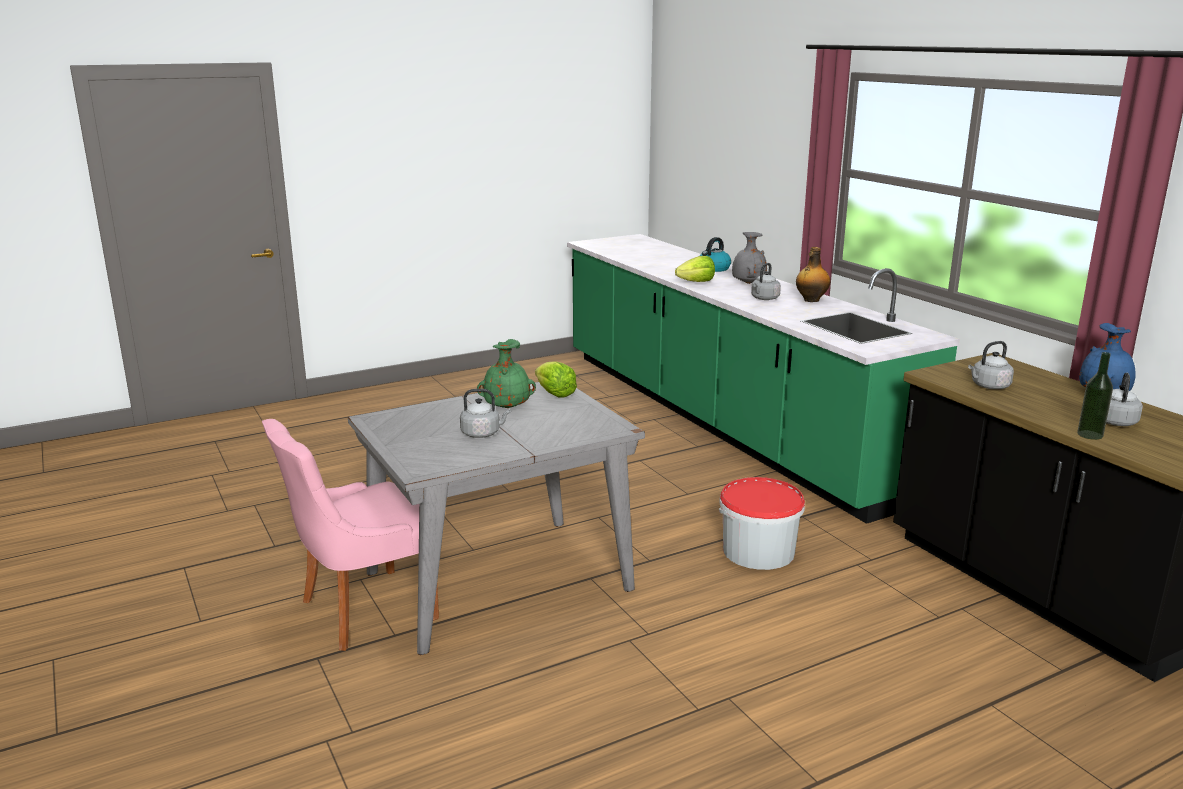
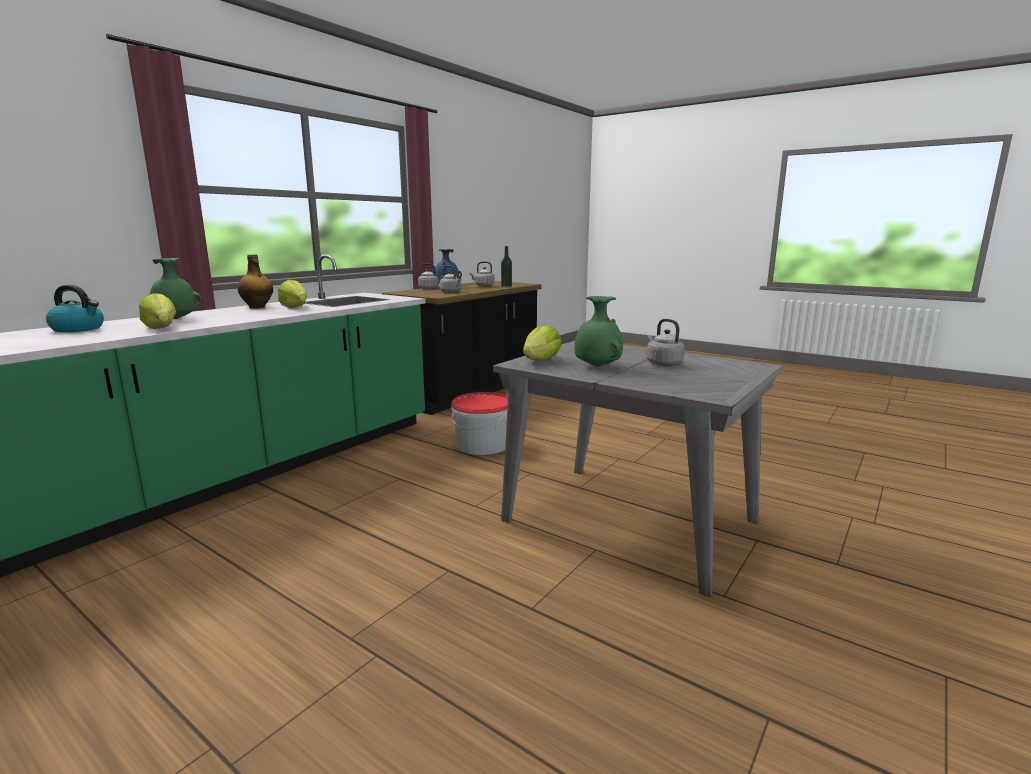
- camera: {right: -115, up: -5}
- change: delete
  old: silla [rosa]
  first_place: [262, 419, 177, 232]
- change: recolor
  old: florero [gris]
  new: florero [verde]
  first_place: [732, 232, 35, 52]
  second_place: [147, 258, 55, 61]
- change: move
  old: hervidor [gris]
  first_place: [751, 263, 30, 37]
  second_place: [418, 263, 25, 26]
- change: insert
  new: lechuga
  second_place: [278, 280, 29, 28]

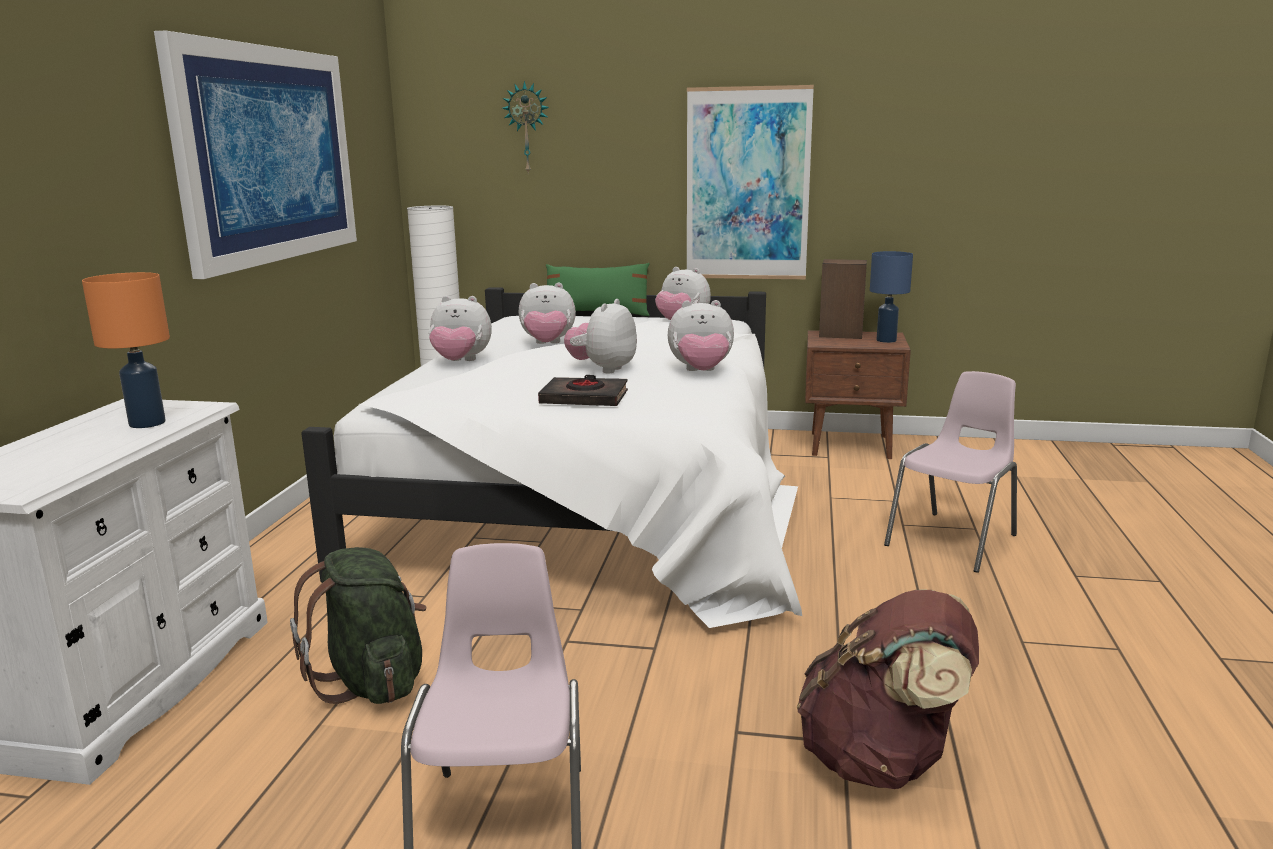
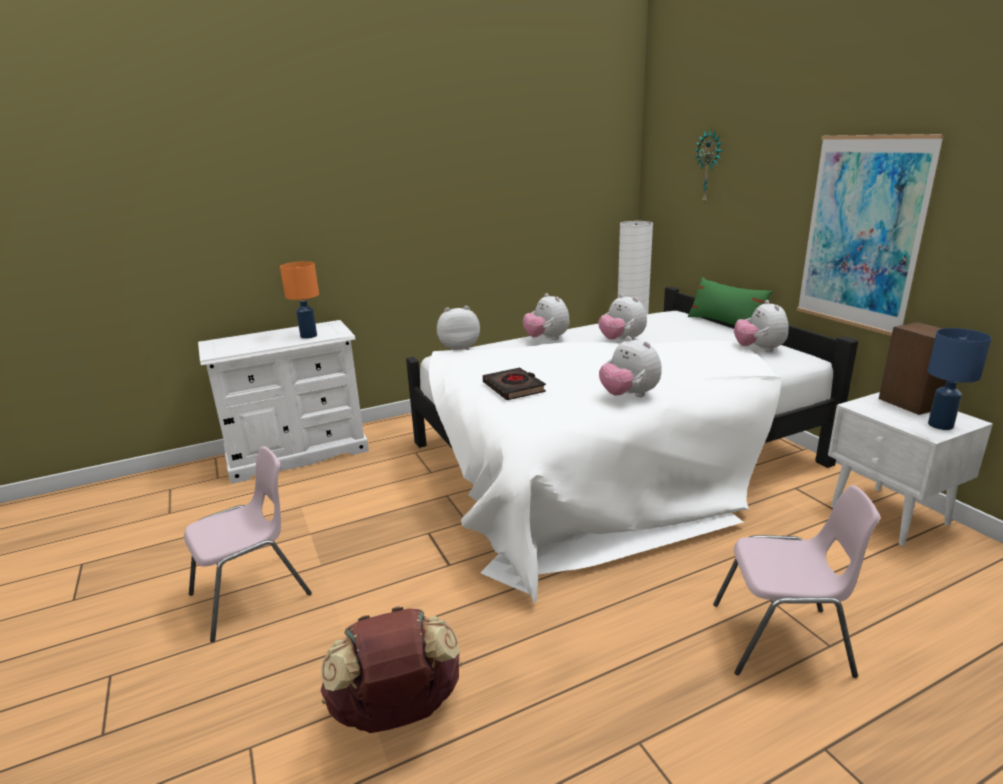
- camera: {right: 55, up: 5}
- change: delete
  old: cuadro
  first_place: [154, 31, 203, 248]
- change: delete
  old: mochila [verde]
  first_place: [290, 547, 136, 157]
- change: move
  old: peluche
  first_place: [564, 299, 73, 75]
  second_place: [437, 306, 43, 44]
- change: recolor
  old: mesita de noche [marrón]
  new: mesita de noche [blanco]
  first_place: [805, 330, 106, 129]
  second_place: [828, 392, 165, 154]

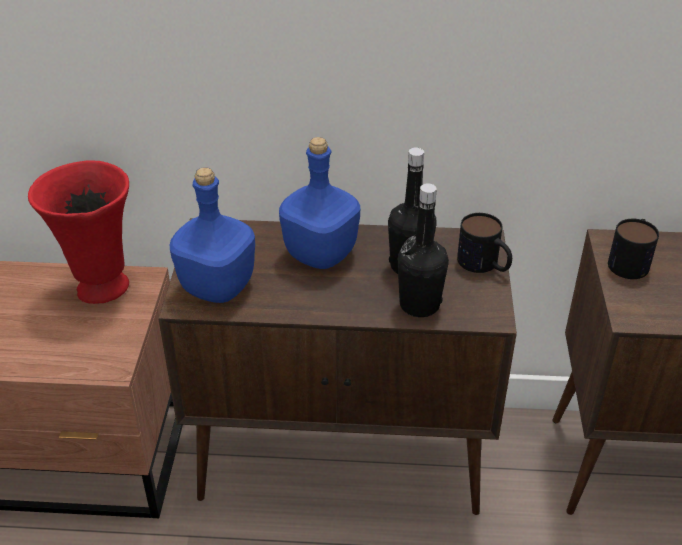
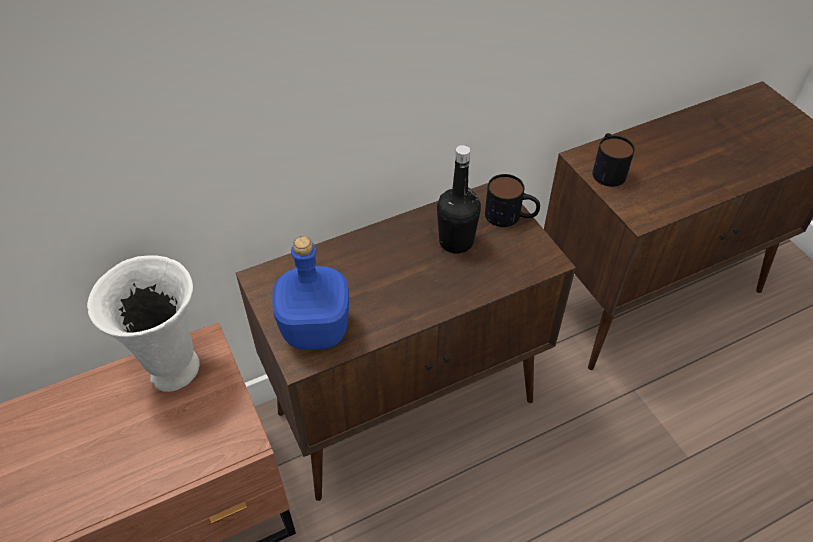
- camera: {right: -30, up: 10}
- change: recolor
  old: florero [rojo]
  new: florero [blanco]
  first_place: [28, 160, 101, 144]
  second_place: [87, 255, 113, 137]
- change: delete
  old: botella [azul]
  first_place: [279, 137, 81, 132]
- change: delete
  old: botella [negro]
  first_place: [397, 184, 52, 133]

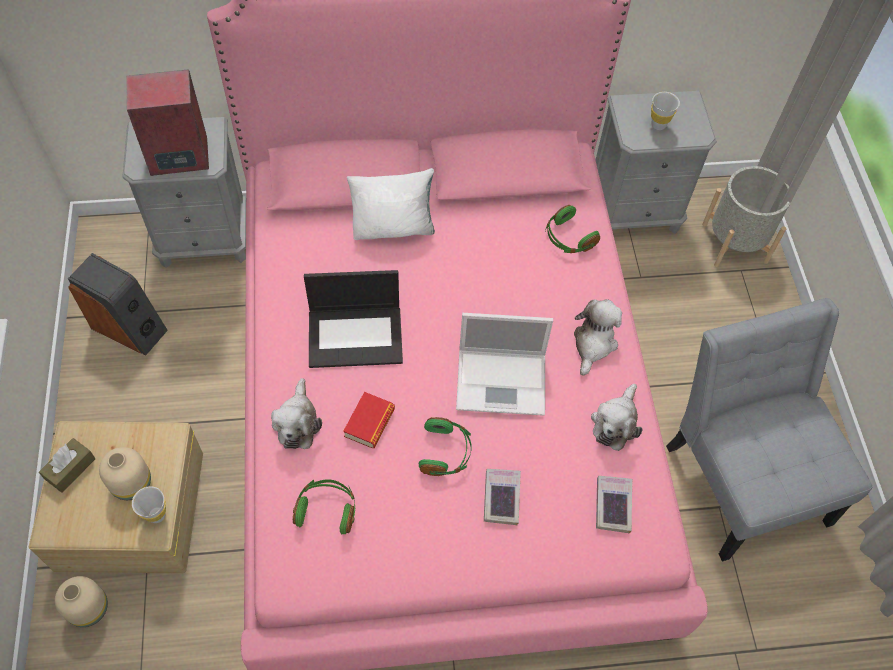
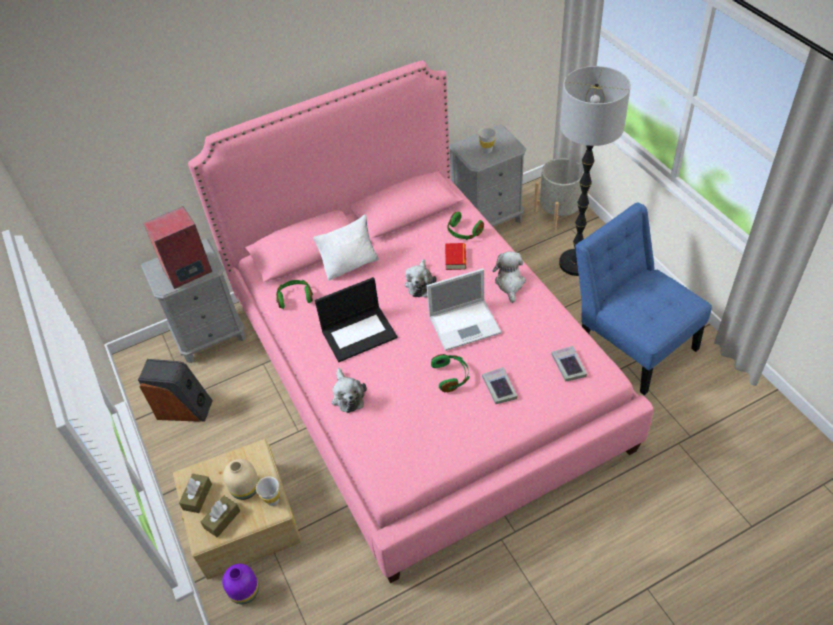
- camera: {right: -15, up: -10}
- change: recolor
  old: florero [beis]
  new: florero [morado]
  first_place: [55, 576, 53, 51]
  second_place: [222, 564, 37, 40]
- change: move
  old: auriculares [verde]
  first_place: [293, 479, 62, 55]
  second_place: [276, 280, 37, 29]
- change: move
  old: libro
  first_place: [343, 392, 52, 56]
  second_place: [445, 243, 21, 27]
- change: move
  old: peluche
  first_place: [591, 384, 52, 67]
  second_place: [405, 259, 31, 38]
- change: recolor
  old: silla [gris]
  new: silla [azul]
  first_place: [666, 298, 207, 264]
  second_place: [575, 202, 137, 193]
- change: insert
  new: caja de pañuelos [marrón]
  second_place: [201, 496, 39, 42]
- change: insert
  new: lámpara de pie
  second_place: [559, 66, 72, 210]

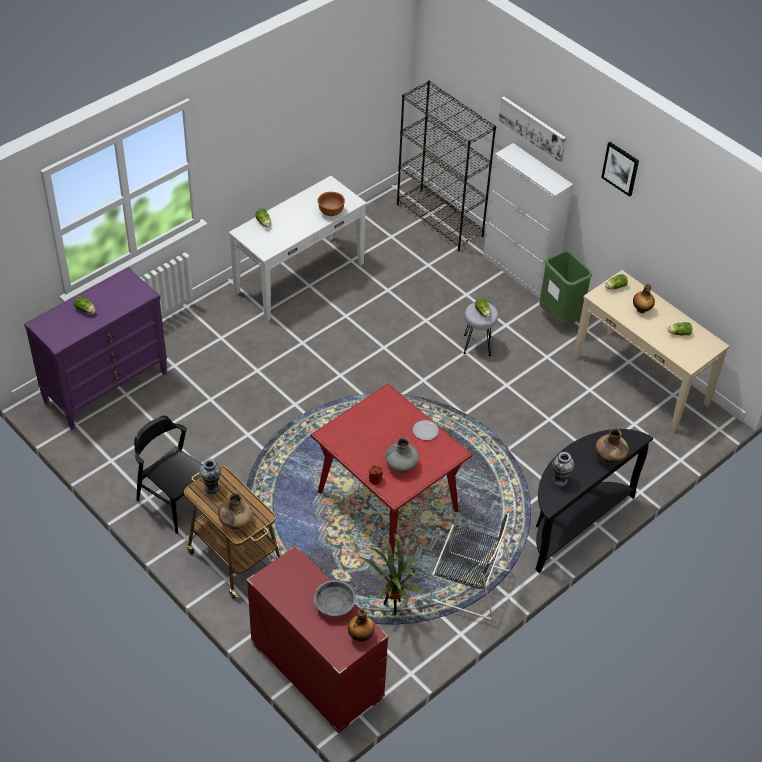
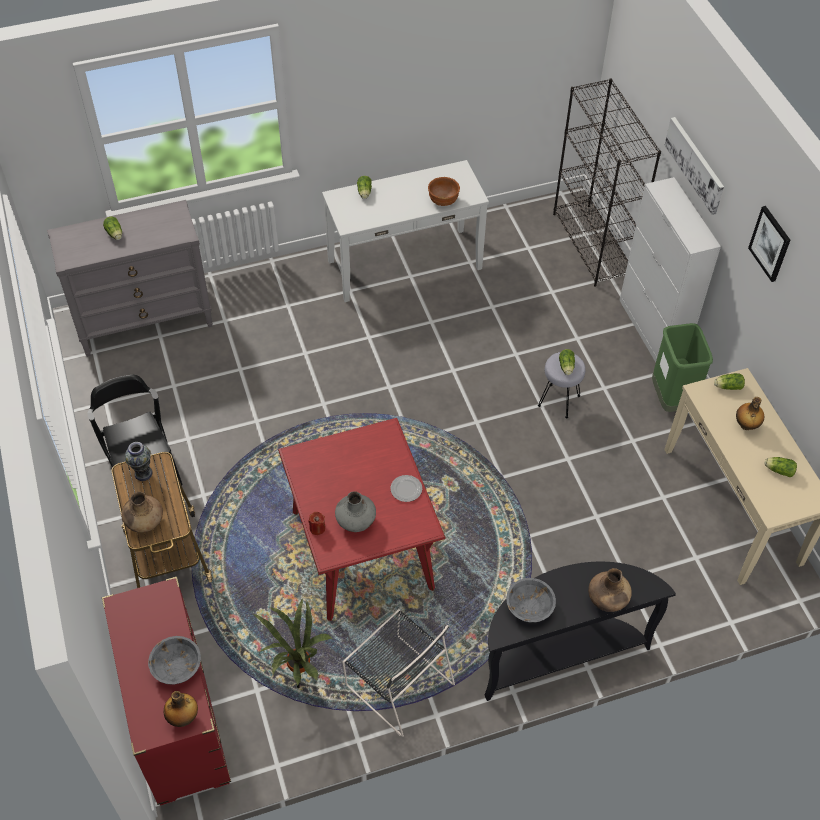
- camera: {right: 25, up: 5}
- change: recolor
  old: cómoda [morado]
  new: cómoda [gris]
  first_place: [24, 267, 143, 163]
  second_place: [47, 200, 166, 157]
- change: replace
  old: florero
  new: cuenco [gris]
  first_place: [552, 452, 22, 35]
  second_place: [506, 578, 50, 44]

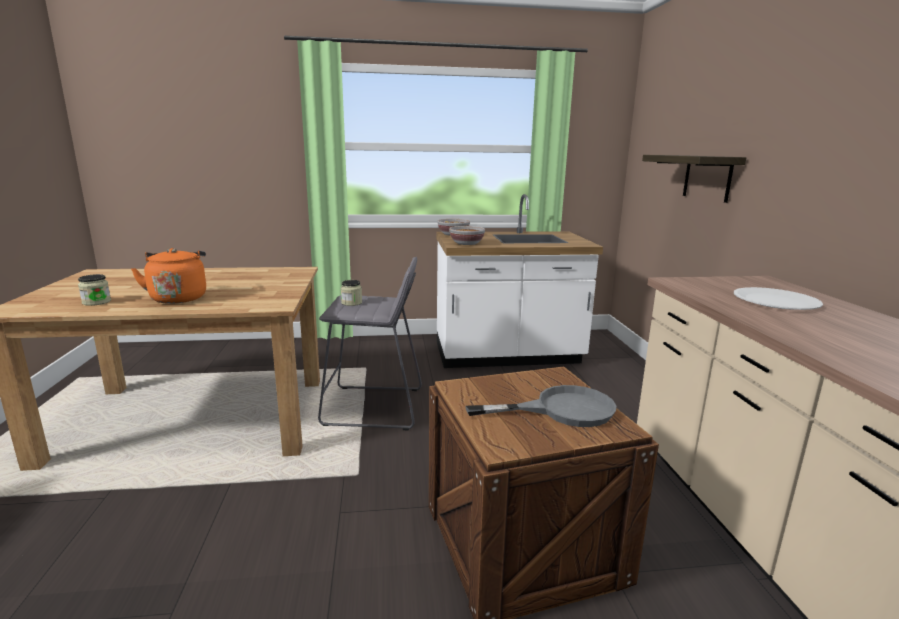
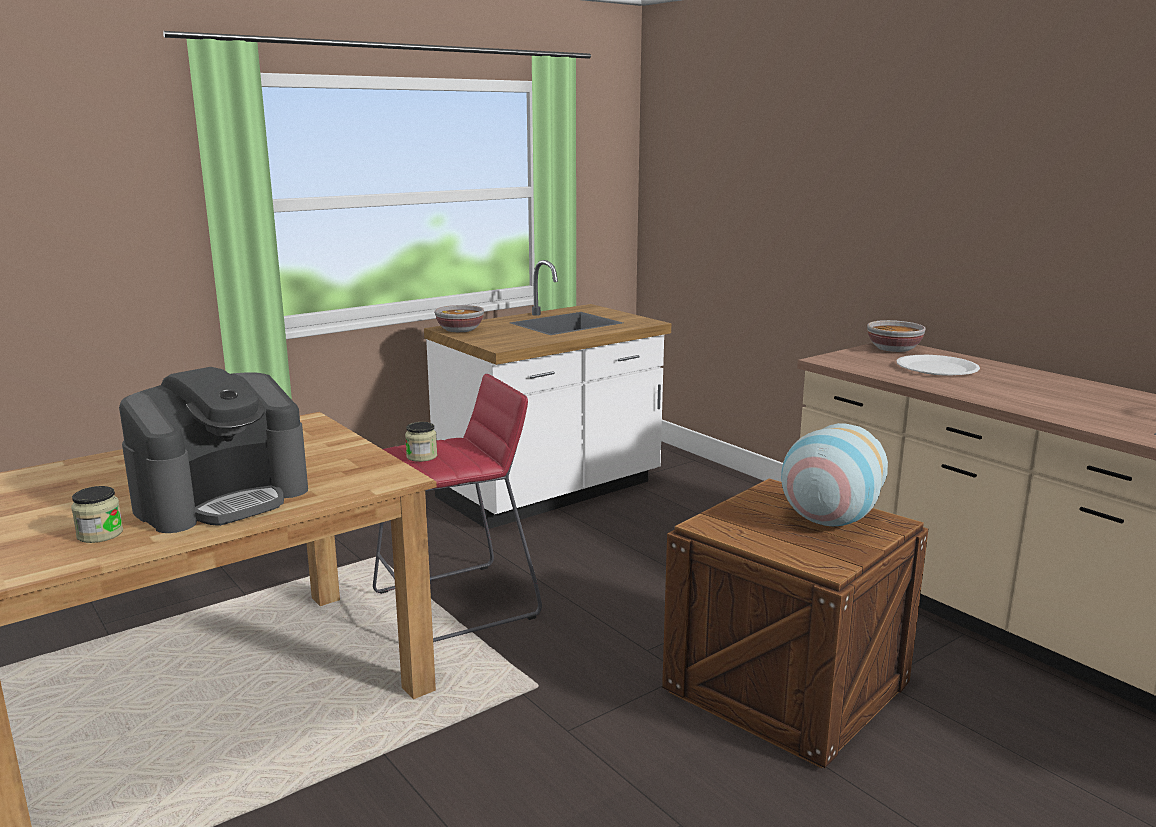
- camera: {right: -30, up: 0}
- change: replace
  old: hervidor [naranja]
  new: cafetera
  first_place: [131, 248, 75, 56]
  second_place: [119, 367, 189, 166]
- change: recolor
  old: taburete [gris]
  new: taburete [rojo]
  first_place: [318, 257, 104, 173]
  second_place: [373, 374, 169, 268]
- change: move
  old: cuenco
  first_place: [449, 226, 36, 19]
  second_place: [867, 320, 59, 32]
- change: replace
  old: sartén [gris]
  new: florero
  first_place: [466, 385, 150, 42]
  second_place: [781, 423, 107, 103]
- change: delete
  old: estante
  first_place: [642, 155, 104, 48]

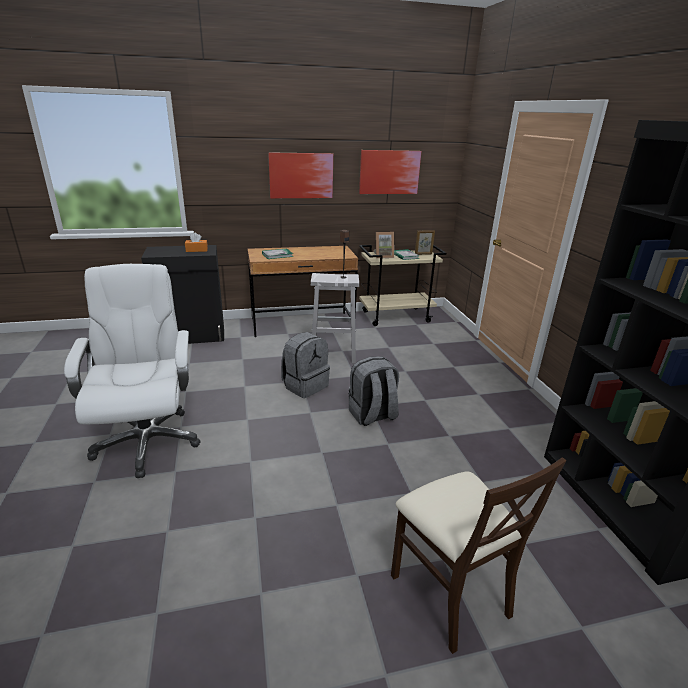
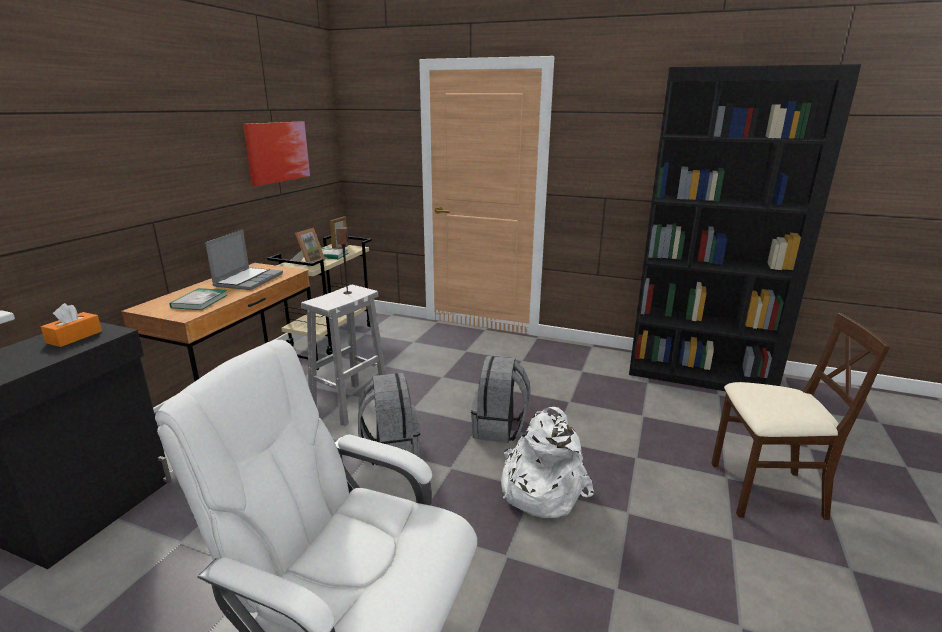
- camera: {right: -55, up: -5}
- change: delete
  old: cuadro
  first_place: [268, 152, 65, 46]
- change: insert
  new: portátil
  second_place: [205, 230, 78, 60]
- change: insert
  new: mochila [blanco]
  second_place: [501, 407, 93, 111]

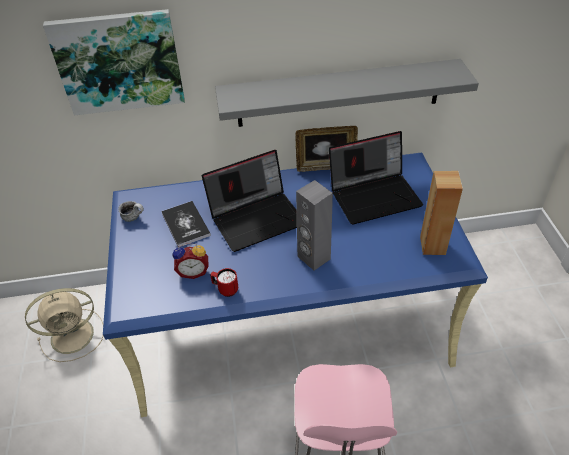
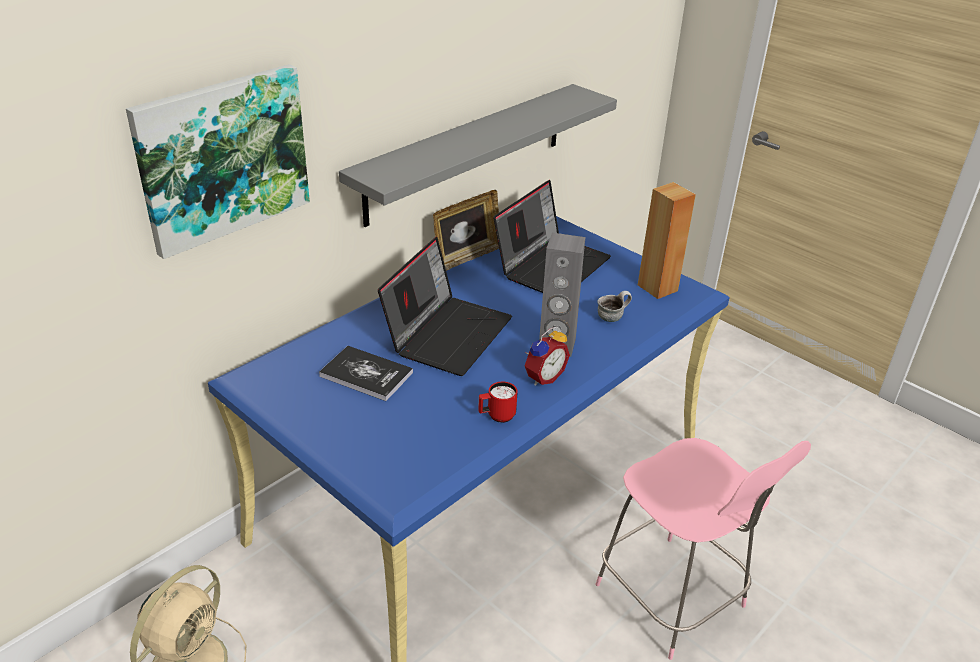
- camera: {right: -40, up: -10}
- change: move
  old: taza grande
  first_place: [118, 201, 26, 21]
  second_place: [597, 291, 35, 31]
- change: move
  old: despertador
  first_place: [173, 243, 36, 36]
  second_place: [525, 327, 45, 59]

